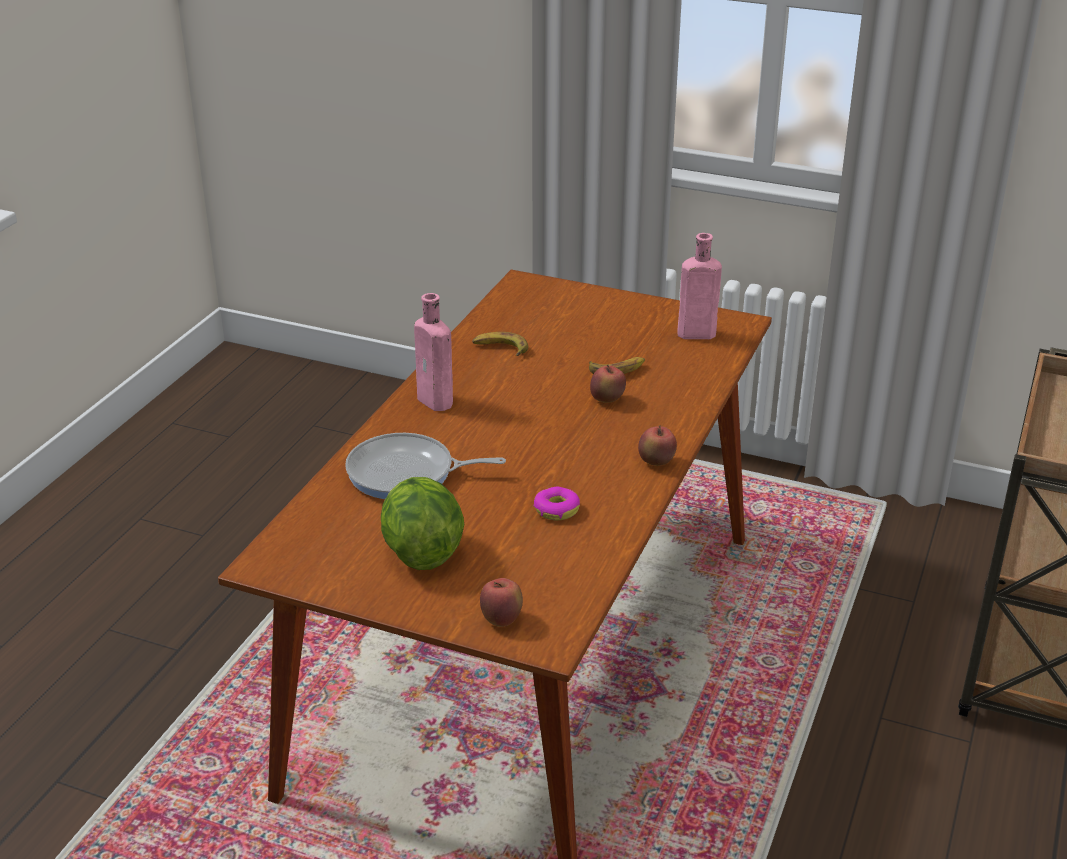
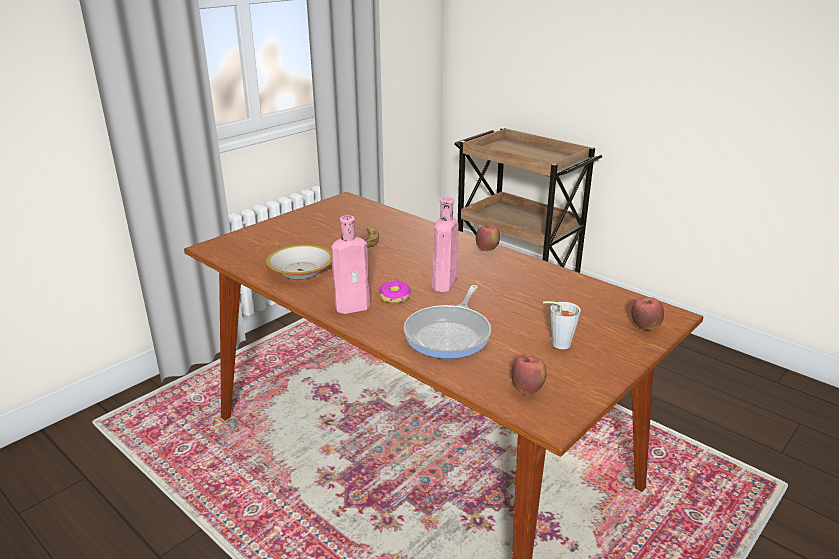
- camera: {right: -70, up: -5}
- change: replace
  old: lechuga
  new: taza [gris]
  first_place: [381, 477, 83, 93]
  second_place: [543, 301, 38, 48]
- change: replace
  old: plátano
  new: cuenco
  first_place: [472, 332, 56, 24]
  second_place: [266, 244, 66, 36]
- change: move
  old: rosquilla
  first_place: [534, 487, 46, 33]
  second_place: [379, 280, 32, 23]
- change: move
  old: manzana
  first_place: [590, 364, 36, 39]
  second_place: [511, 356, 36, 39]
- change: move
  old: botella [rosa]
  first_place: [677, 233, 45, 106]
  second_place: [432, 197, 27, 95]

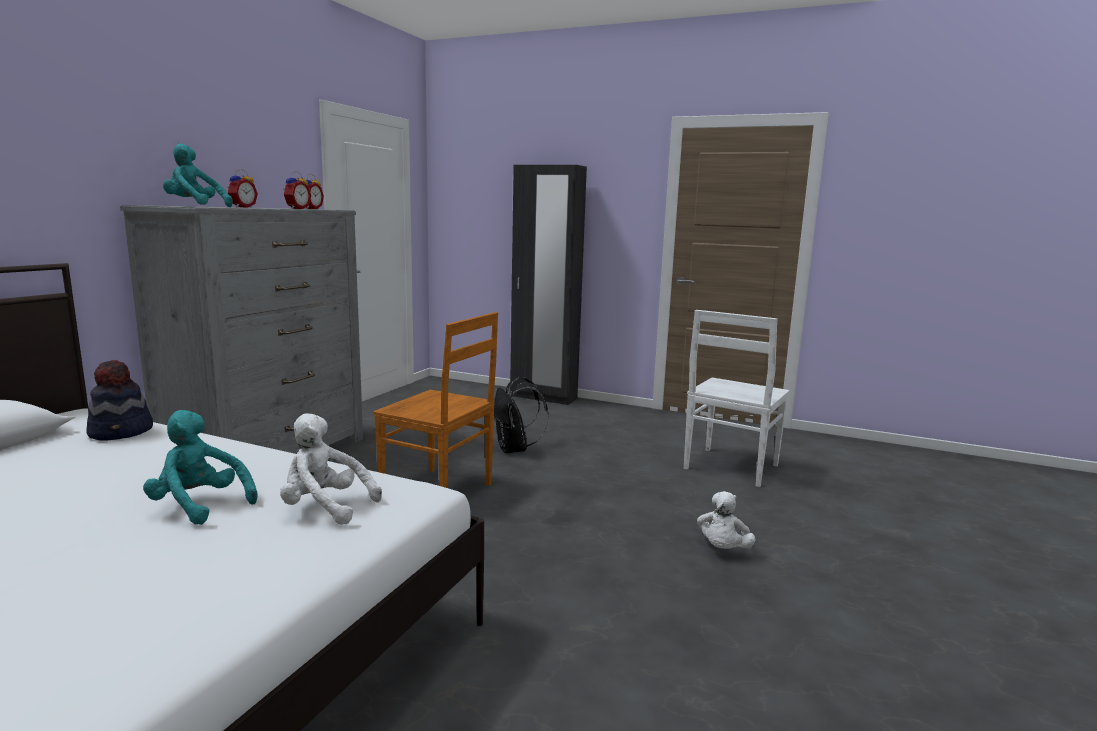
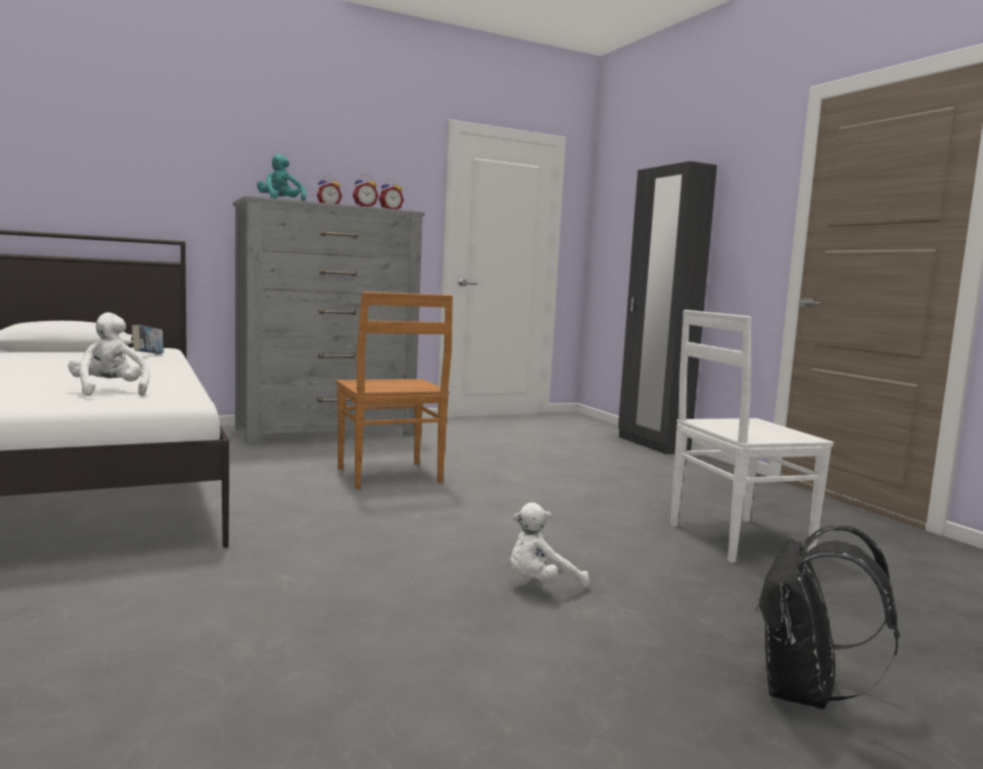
- camera: {right: 40, up: -5}
- change: replace
  old: sombrero
  new: libro
  first_place: [86, 360, 67, 81]
  second_place: [132, 324, 32, 30]
- change: delete
  old: peluche [turquesa]
  first_place: [143, 410, 115, 115]
- change: move
  old: mochila [negro]
  first_place: [494, 377, 55, 76]
  second_place: [756, 525, 143, 184]

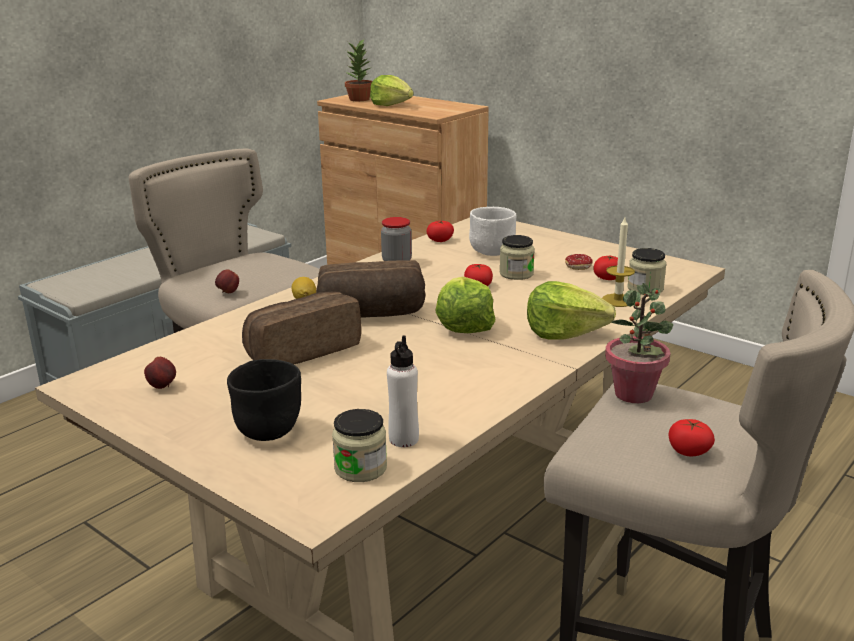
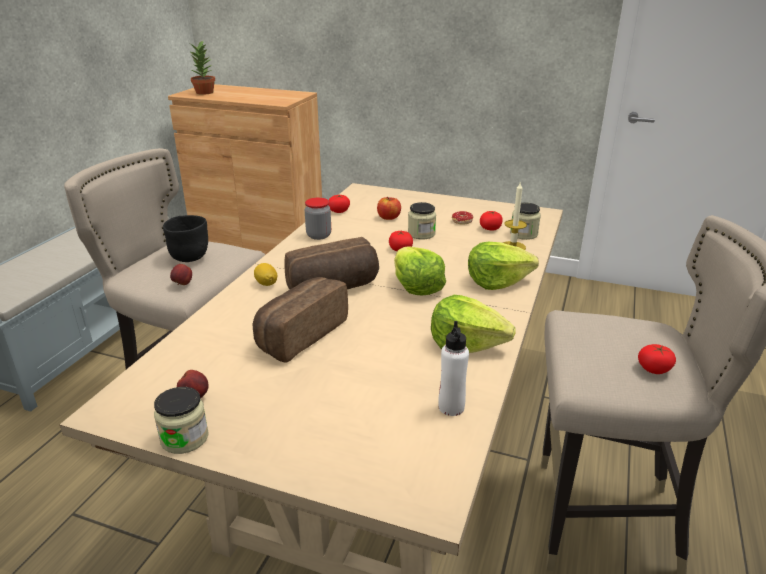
- camera: {right: -20, up: 5}
- change: move
  old: cuenco [negro]
  first_place: [227, 359, 74, 82]
  second_place: [163, 215, 45, 47]
- change: move
  old: tarro
  first_place: [332, 409, 55, 73]
  second_place: [154, 387, 55, 67]
- change: move
  old: lechuga
  first_place: [370, 75, 44, 31]
  second_place: [431, 295, 85, 58]
- change: replace
  old: cuenco [blanco]
  new: manzana
  first_place: [469, 207, 48, 49]
  second_place: [377, 197, 24, 23]
- change: delete
  old: planta en maceta
  first_place: [605, 283, 68, 120]

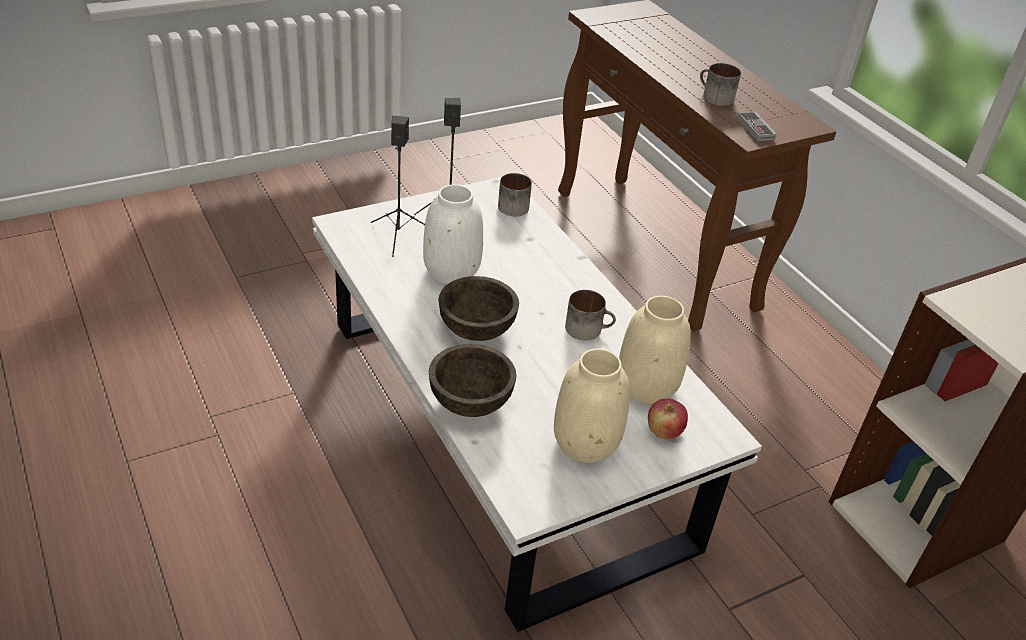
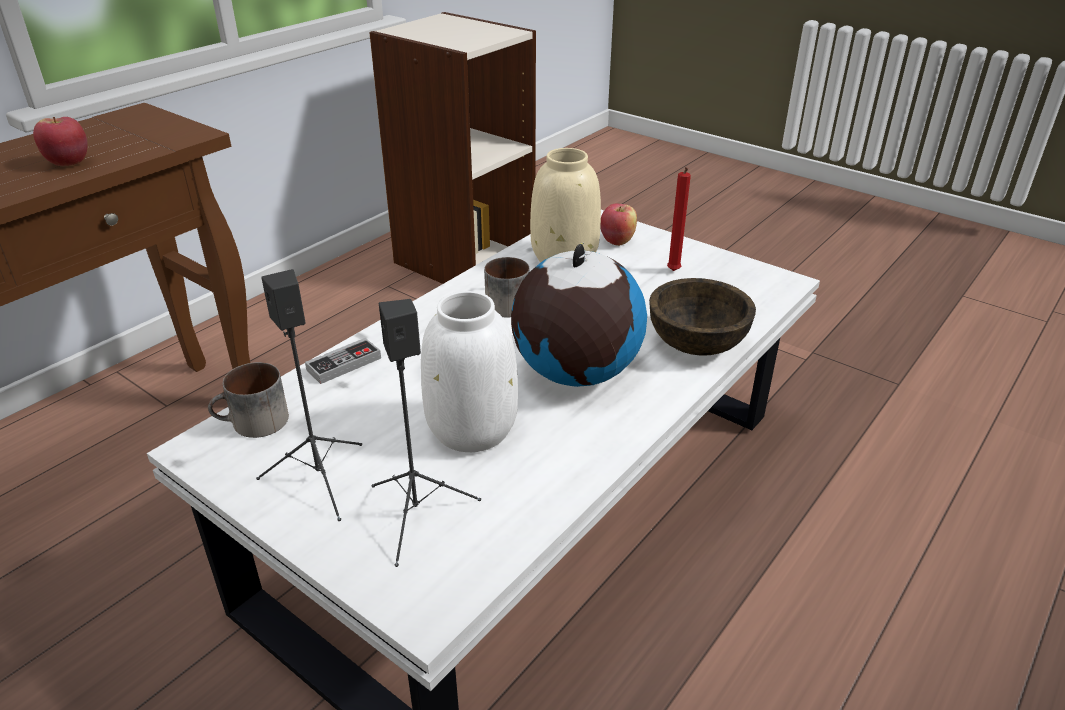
- camera: {right: -110, up: -5}
- change: replace
  old: cuenco [marrón]
  new: globo terráqueo
  first_place: [438, 276, 81, 65]
  second_place: [511, 242, 136, 145]
- change: replace
  old: florero [beis]
  new: vela [rojo]
  first_place: [554, 349, 76, 114]
  second_place: [667, 167, 24, 104]
- change: replace
  old: taza grande
  new: manzana
  first_place: [700, 63, 41, 43]
  second_place: [33, 117, 55, 49]
- change: move
  old: mando de consola
  first_place: [737, 112, 39, 29]
  second_place: [305, 338, 76, 46]

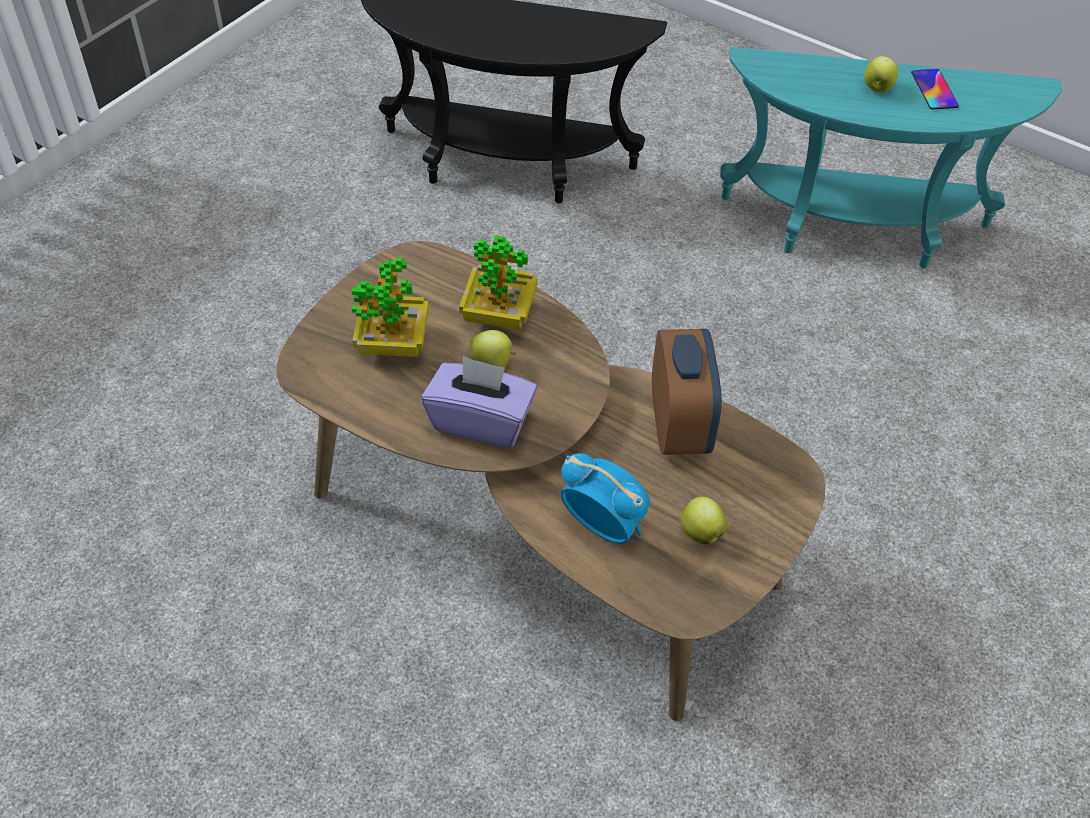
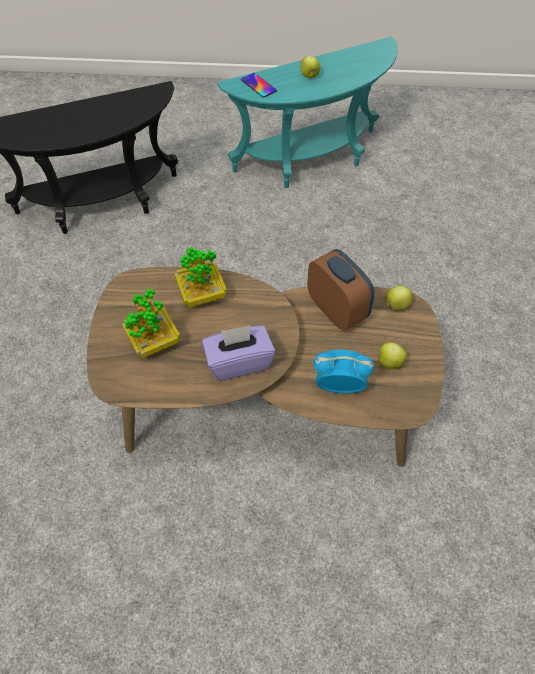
- camera: {right: -30, up: 5}
- change: move
  old: manzana
  first_place: [469, 330, 47, 37]
  second_place: [385, 285, 27, 26]
- change: move
  old: móvil
  first_place: [911, 69, 48, 41]
  second_place: [241, 73, 36, 25]

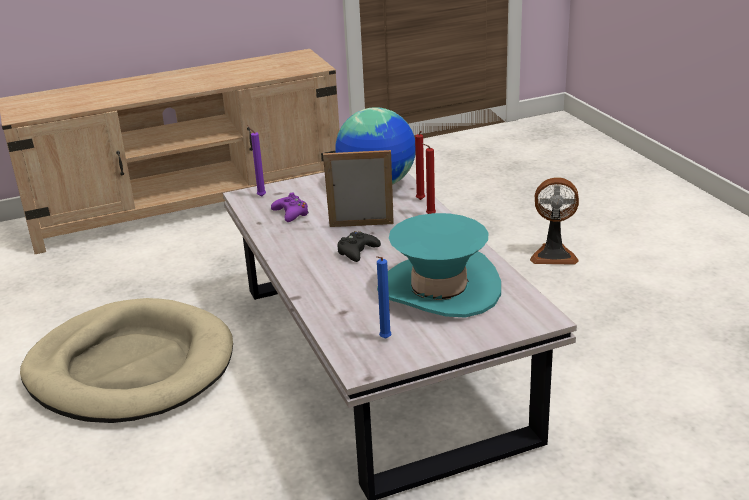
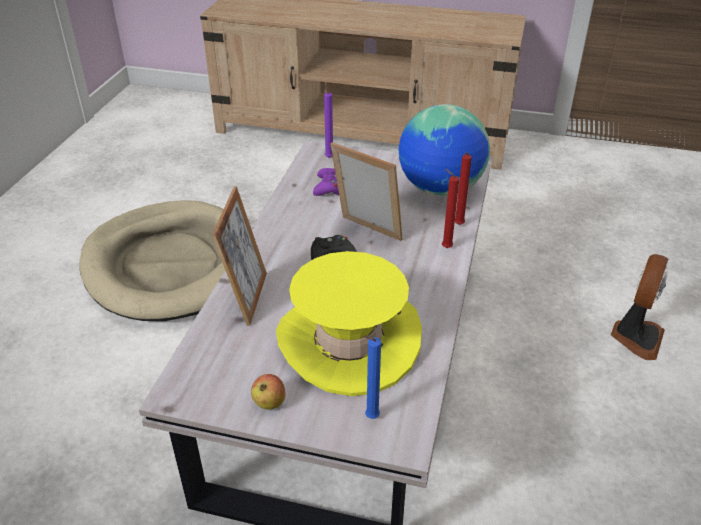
- camera: {right: 35, up: 10}
- change: move
  old: vela [azul]
  first_place: [376, 256, 15, 83]
  second_place: [362, 335, 19, 84]
- change: recolor
  old: sombrero [turquesa]
  new: sombrero [amarillo]
  first_place: [377, 213, 124, 105]
  second_place: [276, 251, 146, 145]
- change: rotate
  old: ventilador
  first_place: [530, 177, 49, 88]
  second_place: [611, 254, 57, 106]
  degrees: -105
- change: insert
  new: portarretratos
  second_place: [212, 186, 55, 140]
- change: insert
  new: manzana
  second_place: [251, 374, 35, 36]

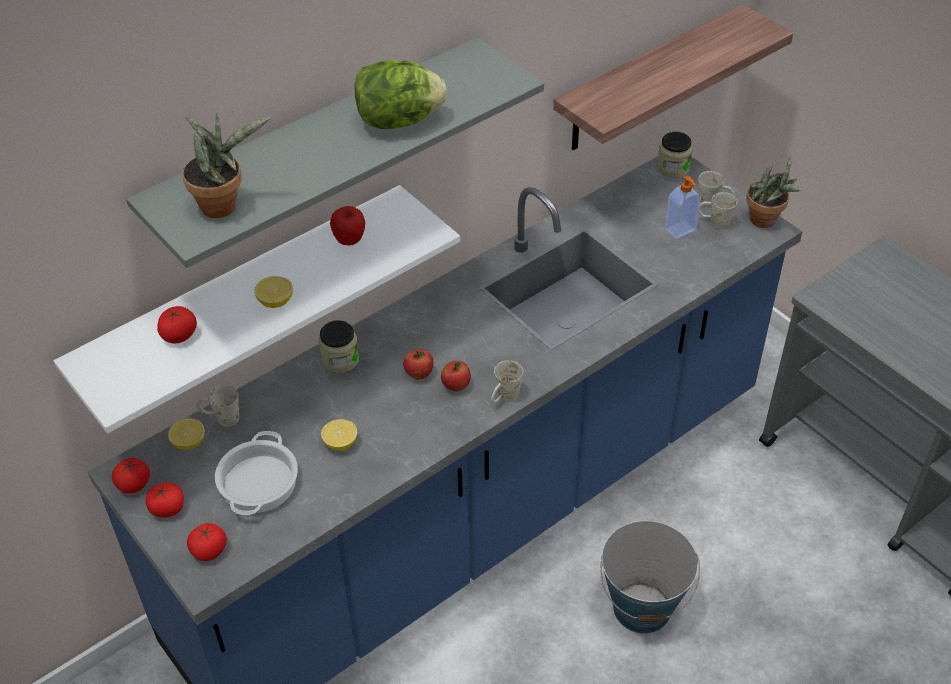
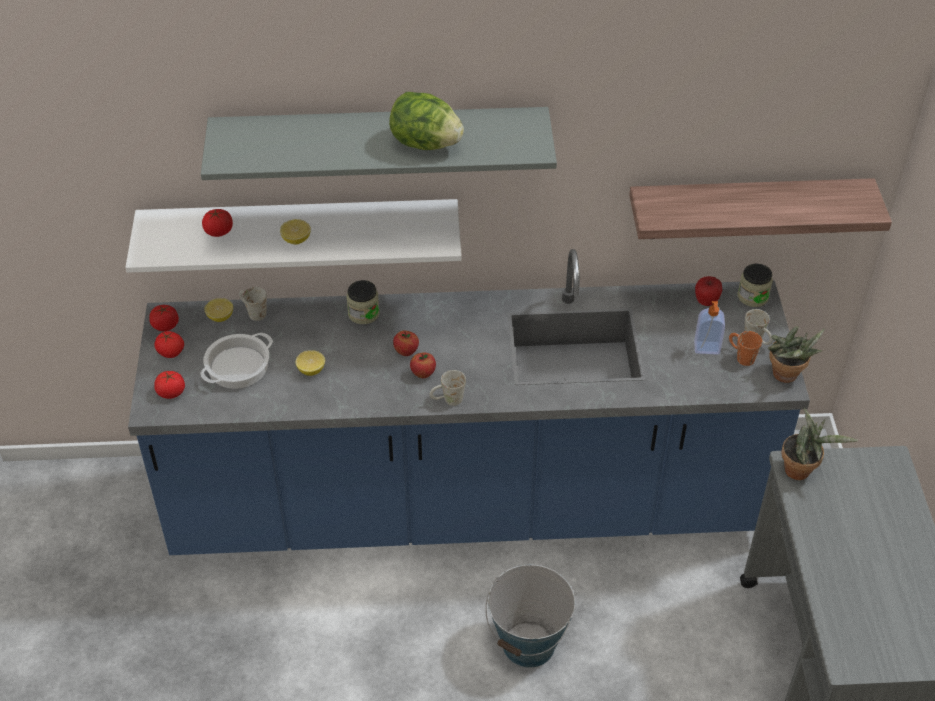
- camera: {right: 35, up: 0}
- change: move
  old: planta en maceta
  first_place: [182, 112, 88, 106]
  second_place: [781, 408, 77, 72]
- change: move
  old: manzana
  first_place: [330, 206, 35, 40]
  second_place: [695, 276, 27, 30]
- change: recolor
  old: taza grande [blanco]
  new: taza grande [naranja]
  first_place: [699, 192, 39, 38]
  second_place: [729, 331, 33, 35]

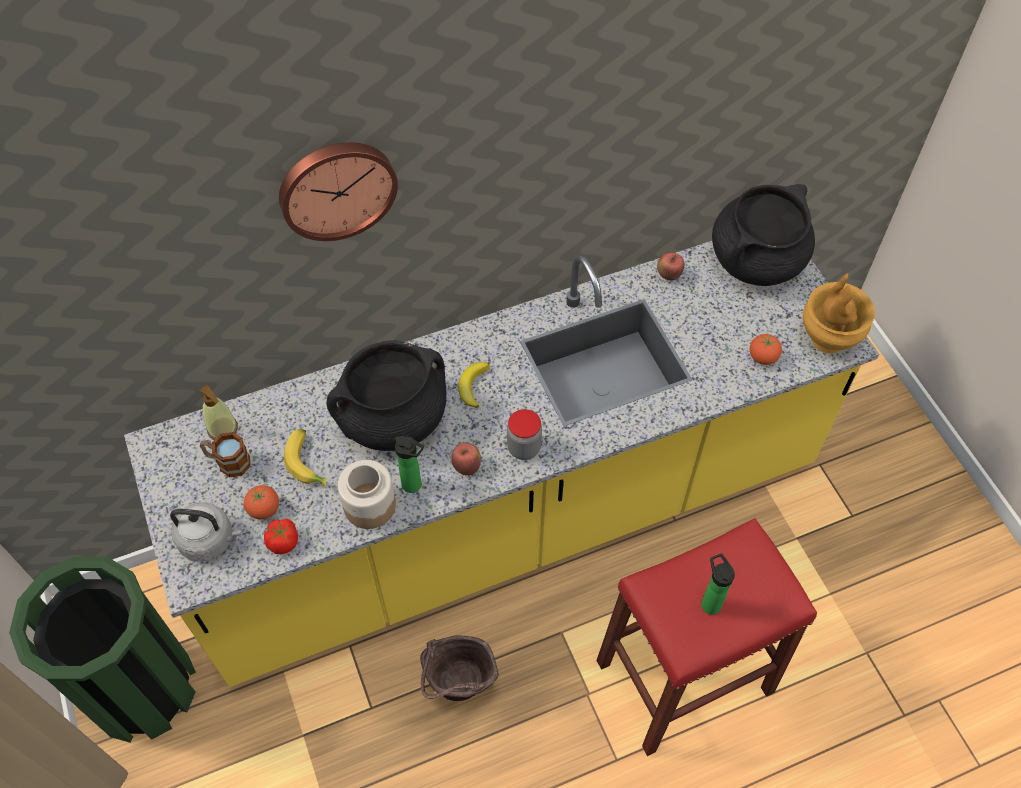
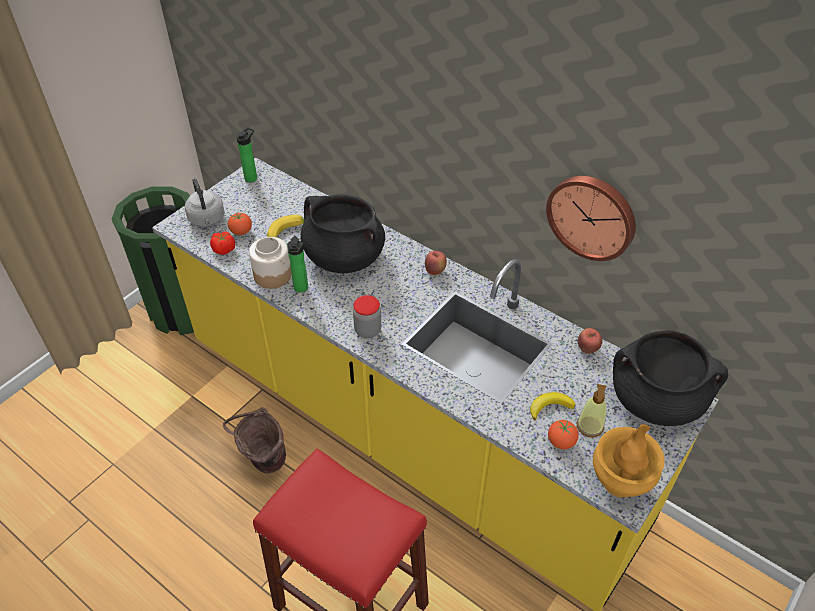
- camera: {right: 60, up: -10}
- change: move
  old: dispensador de jabón
  first_place: [199, 385, 39, 55]
  second_place: [576, 384, 31, 54]
- change: delete
  old: taza grande
  first_place: [200, 432, 50, 46]
- change: move
  old: reloj de pared
  first_place: [279, 142, 119, 99]
  second_place: [546, 176, 90, 85]
- change: move
  old: manzana
  first_place: [451, 443, 30, 33]
  second_place: [425, 251, 22, 24]
- change: move
  old: plátano
  first_place: [458, 362, 32, 46]
  second_place: [530, 392, 45, 28]
- change: move
  old: botella
  first_place: [701, 554, 34, 61]
  second_place: [237, 127, 20, 55]

